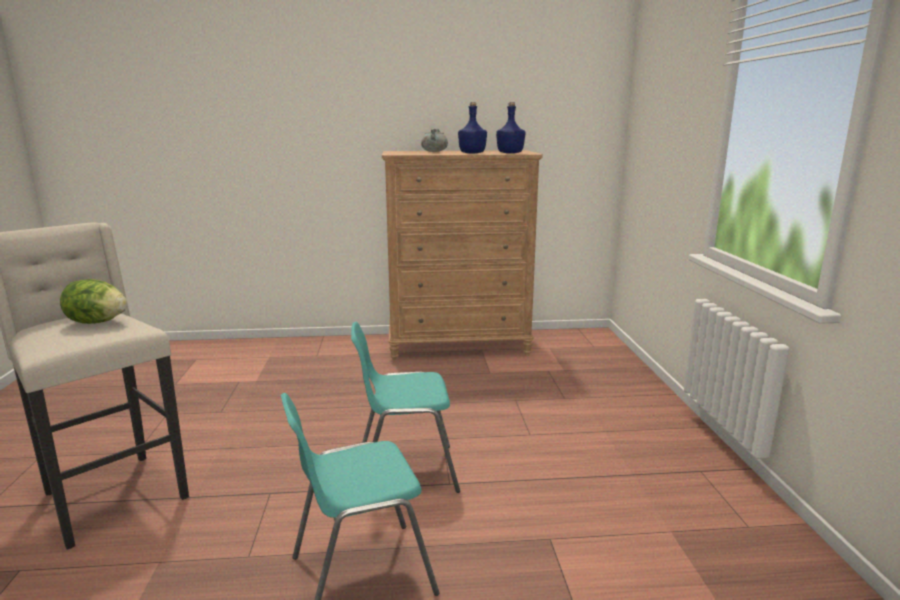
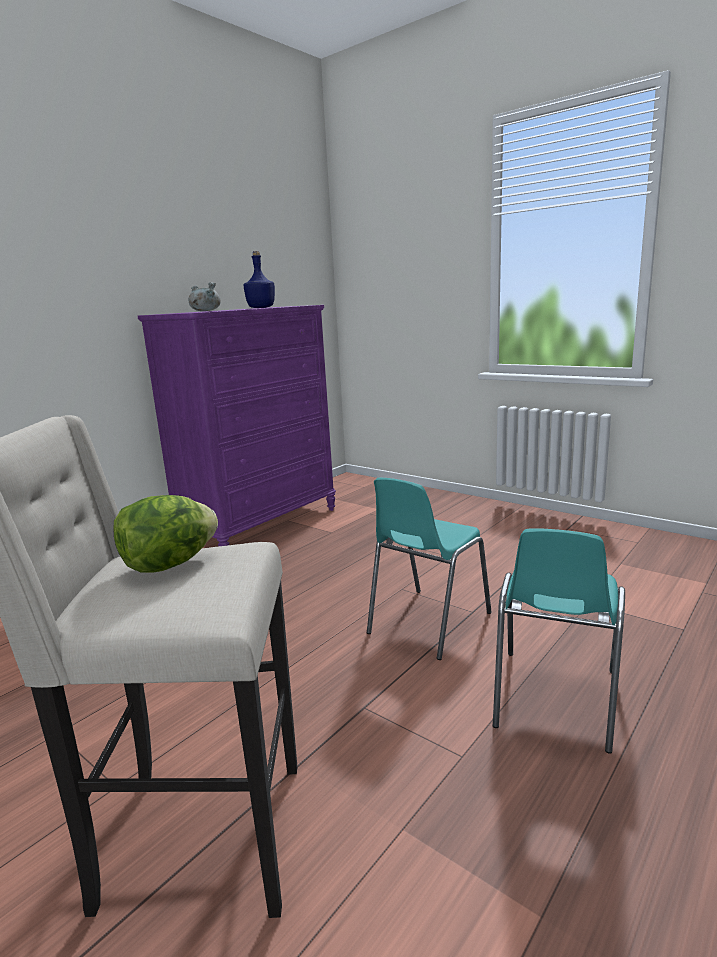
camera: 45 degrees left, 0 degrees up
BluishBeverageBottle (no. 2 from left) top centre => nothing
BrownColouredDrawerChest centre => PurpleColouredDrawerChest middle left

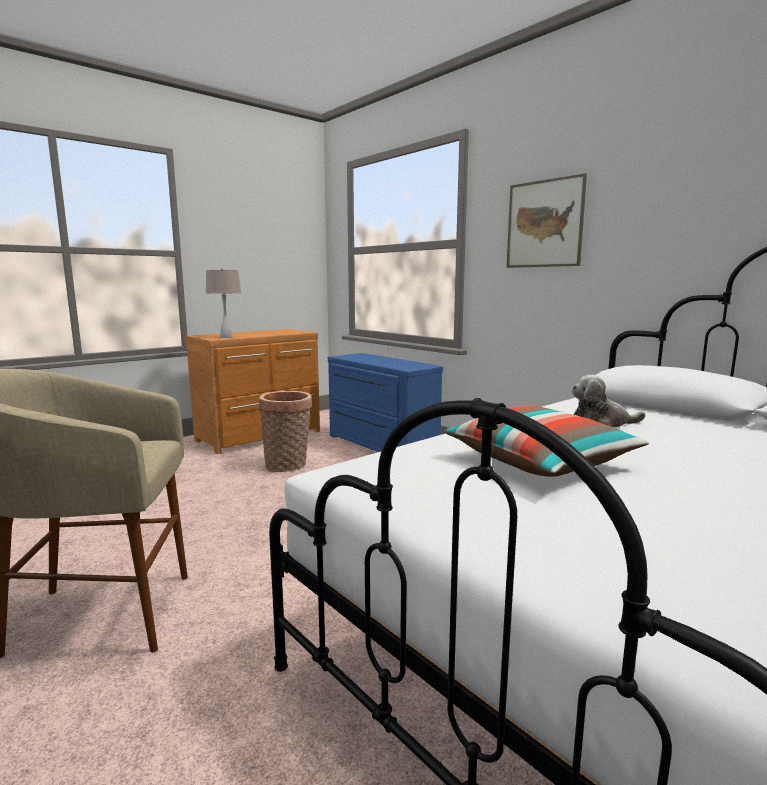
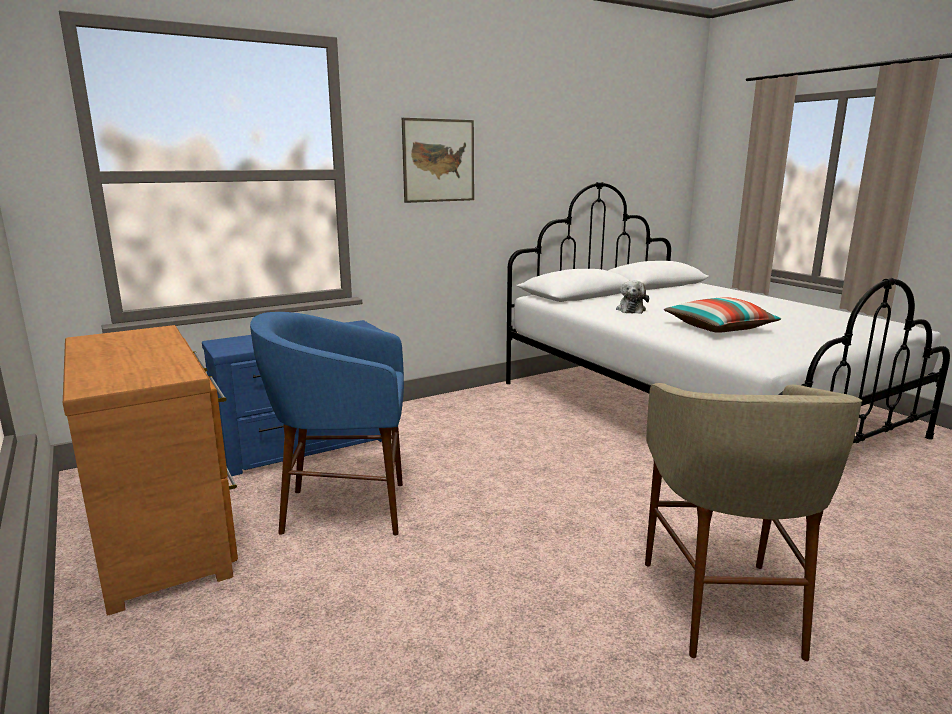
camera: 80 degrees left, 5 degrees up
BeigeColouredTableLamp middle left => nothing
Basket centre => BluishStool centre

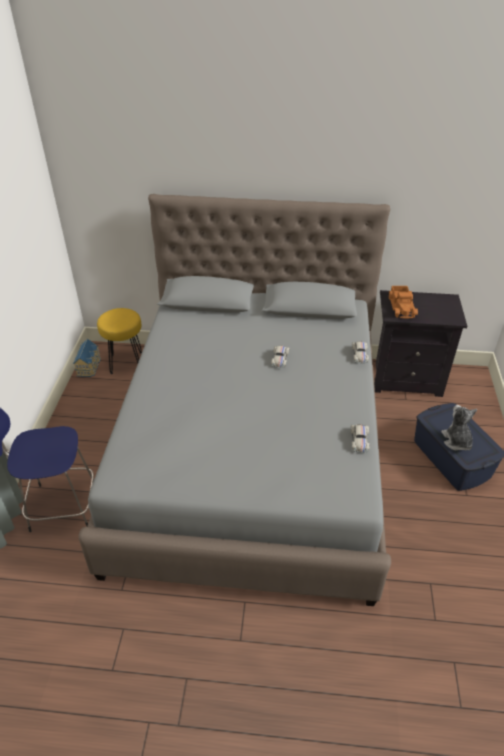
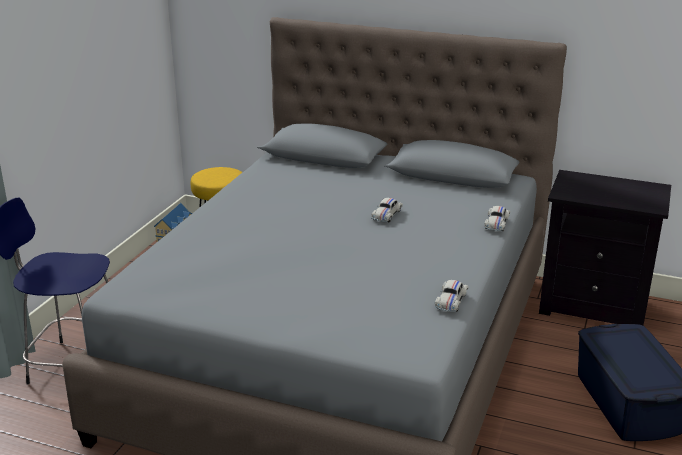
camera: 15 degrees right, 15 degrees down
ToyLorry middle right => nothing
SoftToy middle right => nothing

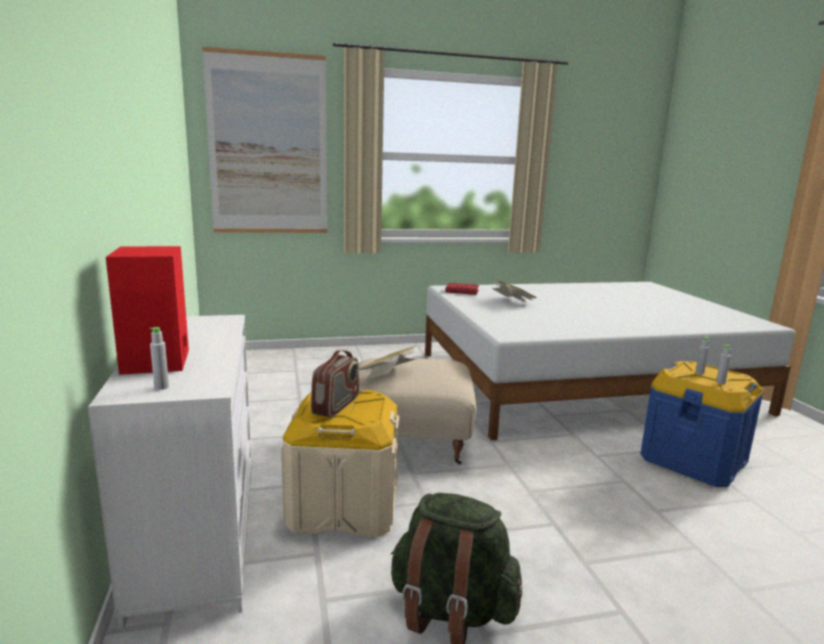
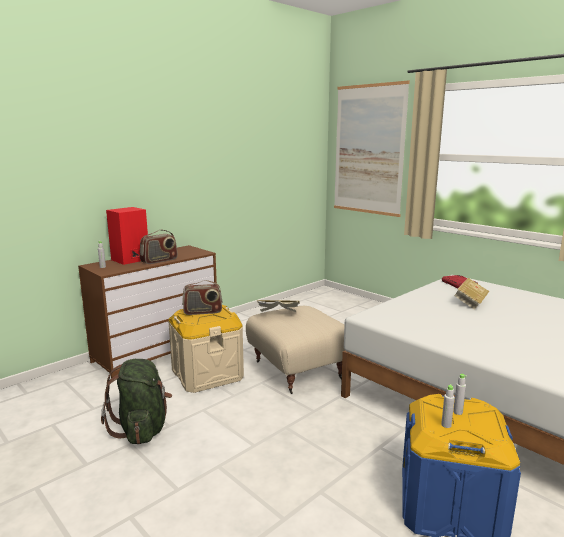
camera: 60 degrees right, 0 degrees up
nothing => RadioReceiver (no. 1 from left) middle left
WhiteColouredDrawerChest bottom left => BrownColouredDrawerChest middle left

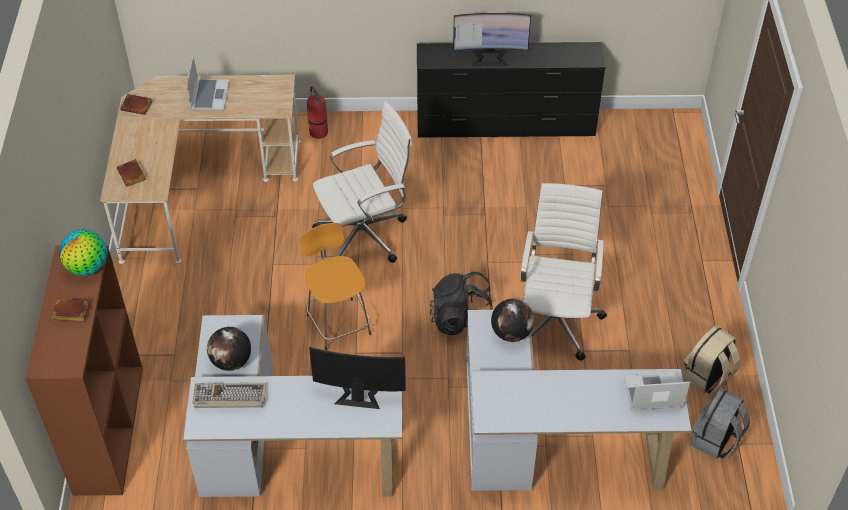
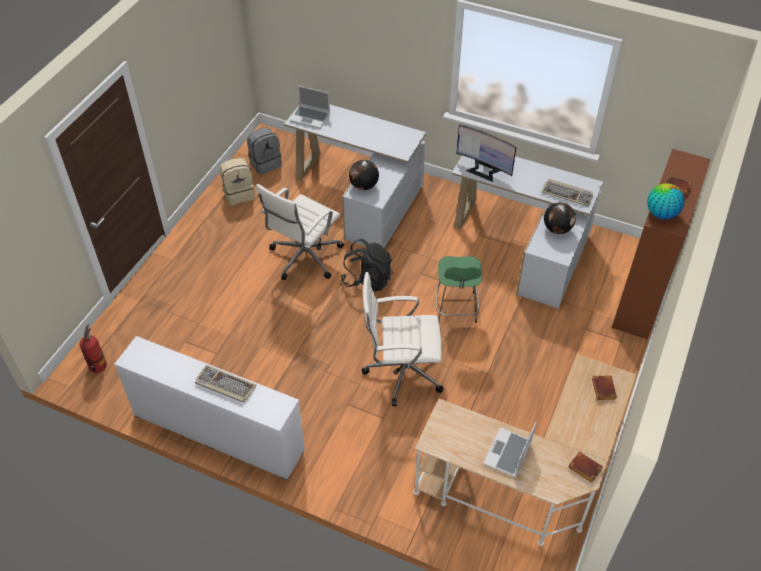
camera: 155 degrees left, 0 degrees up
FireFightingCylinder top centre => FireFightingCylinder middle left, shifted
ComputerDisplay (no. 2 from left) top centre => ComputerKeyboard (no. 1 from left) bottom left
OrangeyStool centre => GreenishStool centre
BlackDrawerChest top centre => WhiteColouredDrawerChest bottom left

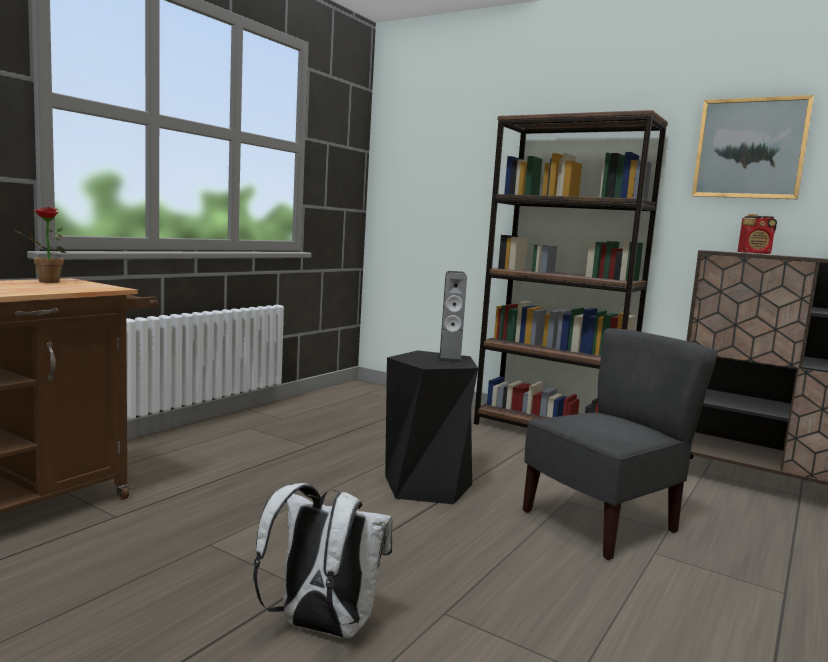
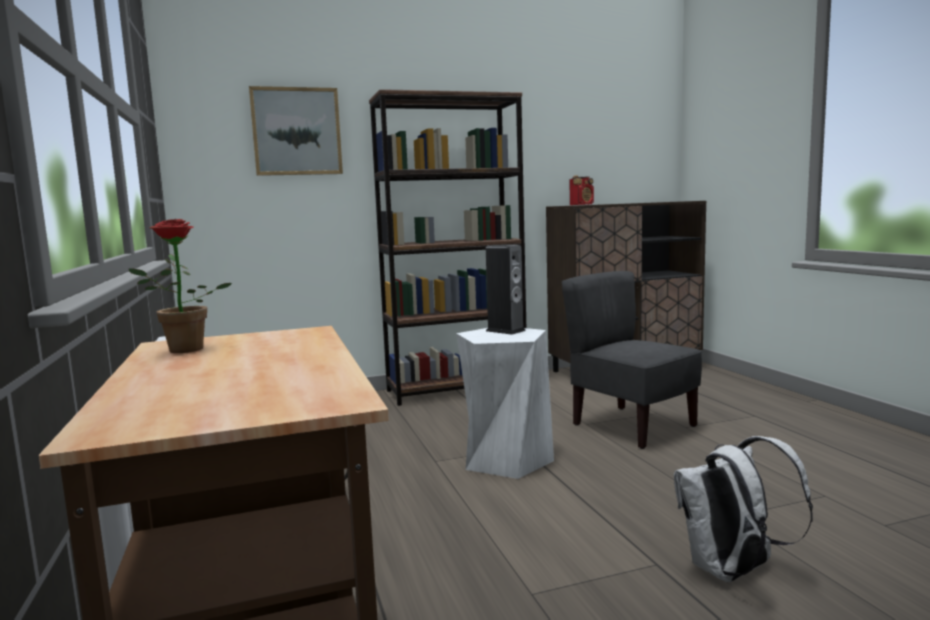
camera: 50 degrees left, 0 degrees up
WallArt top right => WallArt top left, shifted
BlackStool centre => WhiteColouredStool centre
GreyUprightChair bottom right => GreyUprightChair middle right, 45 degrees counterclockwise

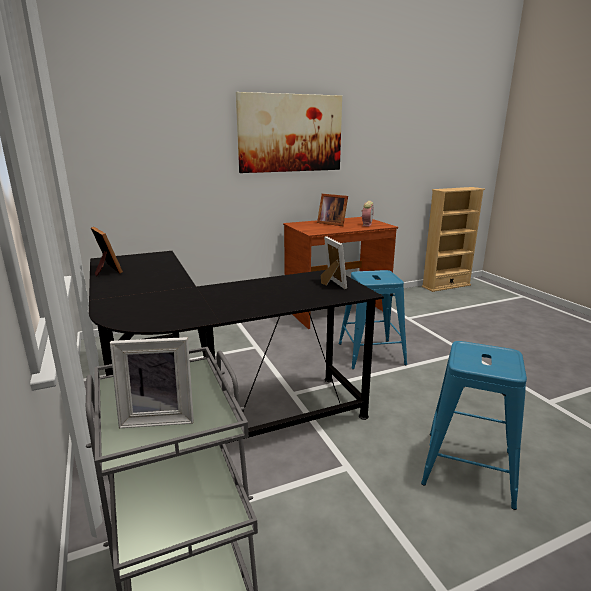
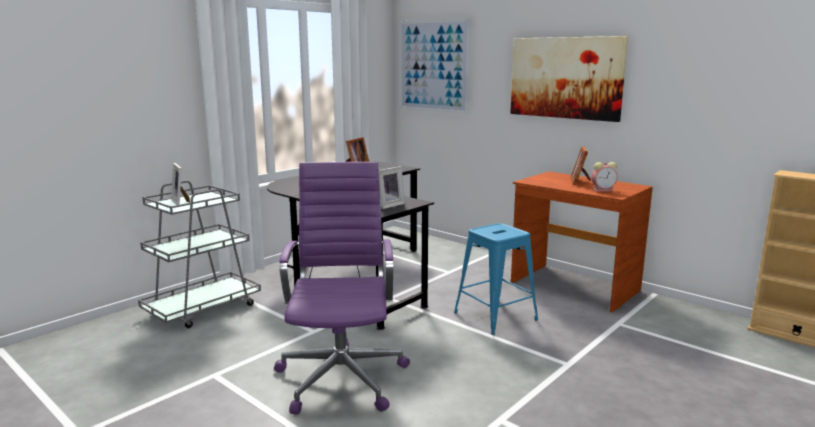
camera: 65 degrees right, 5 degrees down
nothing => WallArt (no. 1 from left) top centre
BluishStool (no. 2 from left) bottom right => PurpleColouredComputerChair bottom centre

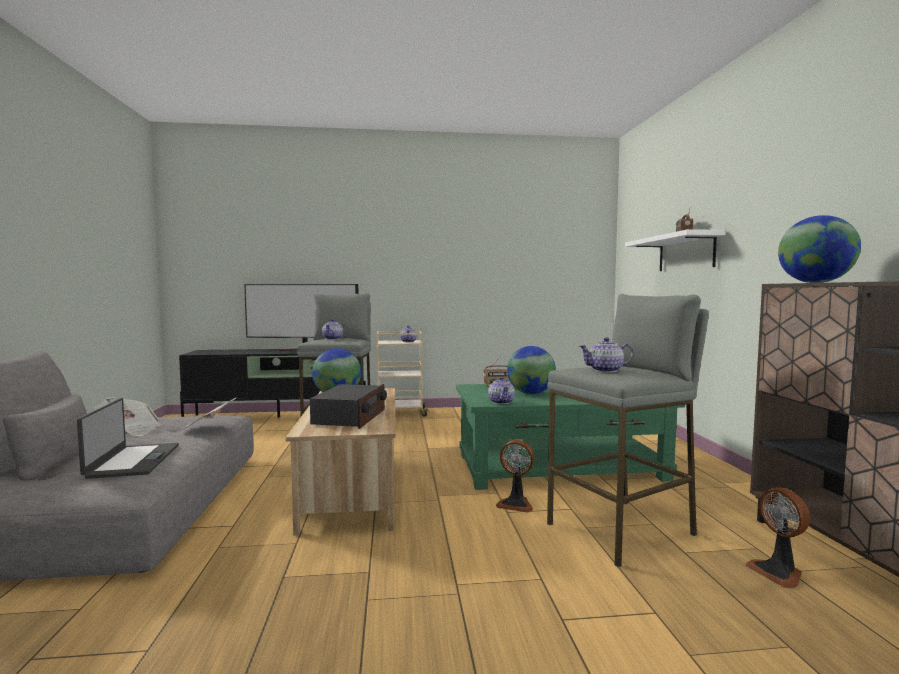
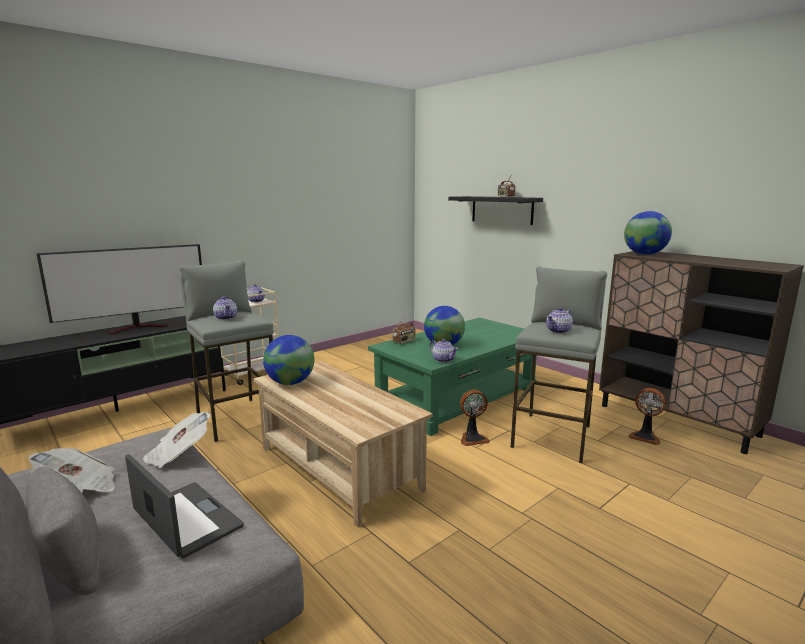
camera: 35 degrees left, 10 degrees up
RadioReceiver (no. 1 from left) centre => nothing
WhiteColouredBracketShelf middle right => BlackBracketShelf top centre

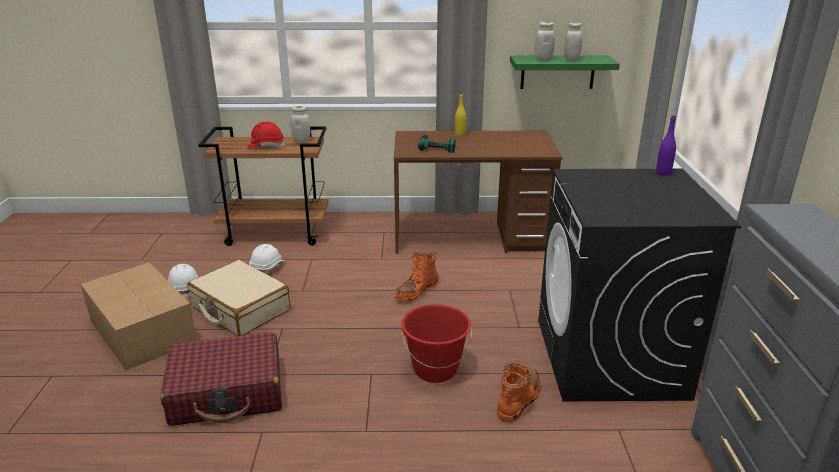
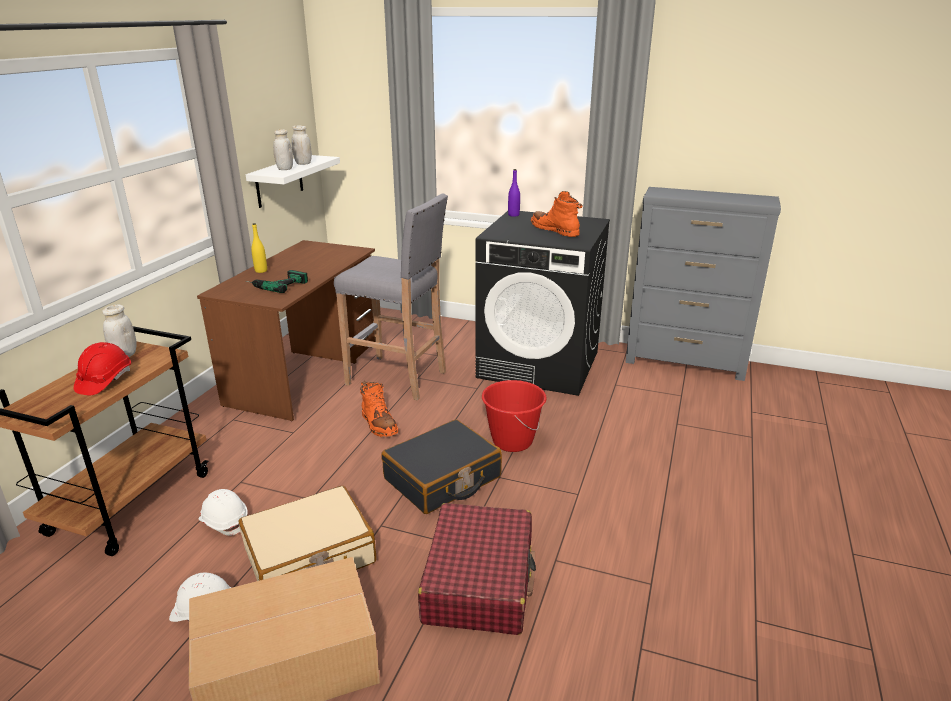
camera: 70 degrees left, 0 degrees up
nothing => GreyStool centre
nothing => BlackTravelCase centre
OrangeyBoot (no. 2 from left) bottom centre => OrangeyBoot (no. 2 from left) top centre, shifted
GreenishBracketShelf top right => WhiteColouredBracketShelf top left

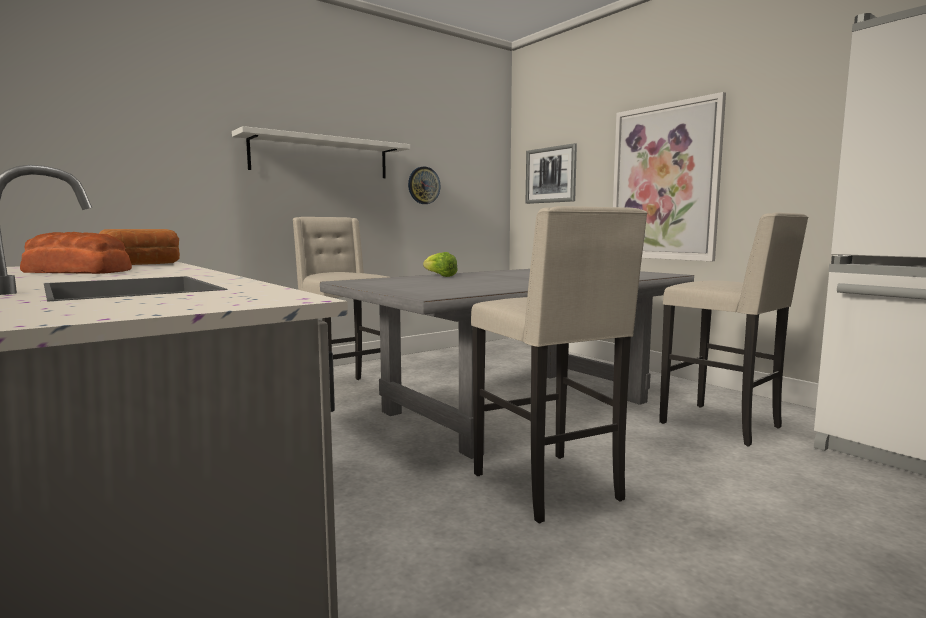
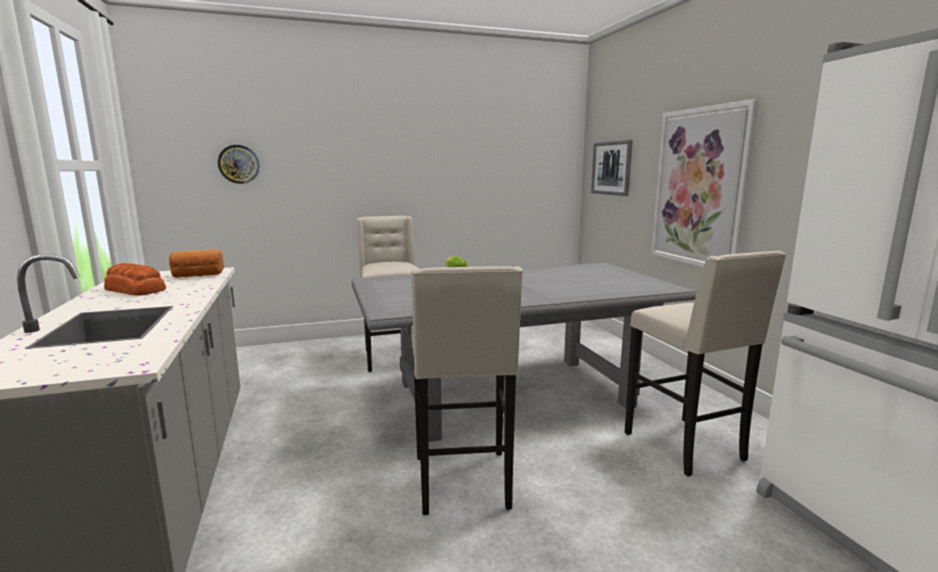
camera: 20 degrees right, 5 degrees up
WhiteColouredBracketShelf top centre => nothing
HangingClock top centre => HangingClock top left, shifted

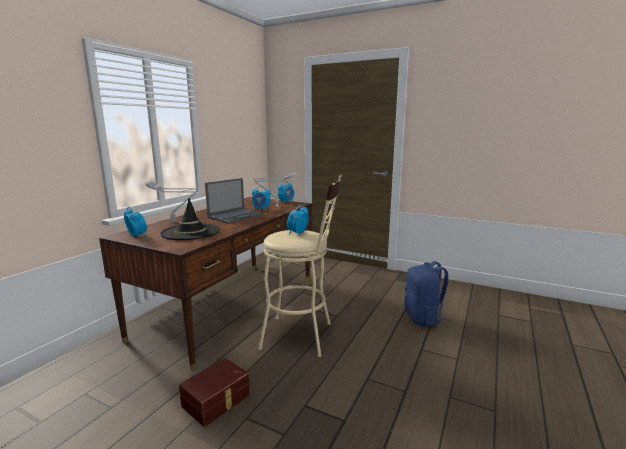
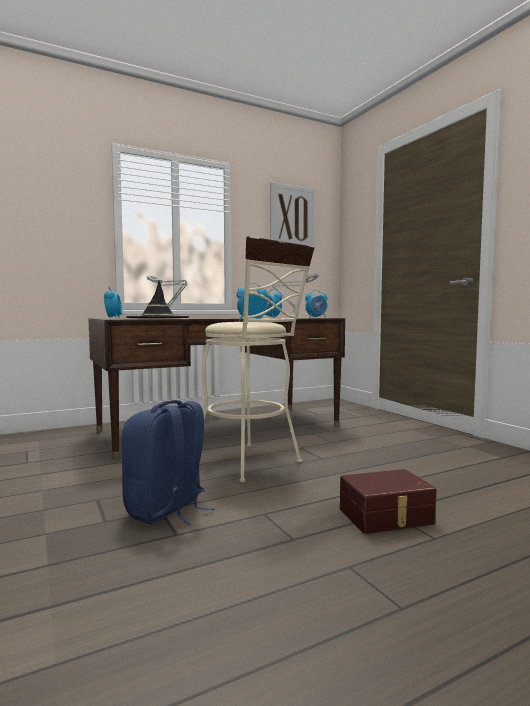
camera: 35 degrees right, 10 degrees down
PortableComputer centre => nothing
nothing => WallArt top centre
BrownColouredStorageContainer bottom centre => BrownColouredStorageContainer bottom right, shifted
BluishBackpack middle right => BluishBackpack middle left, shifted

